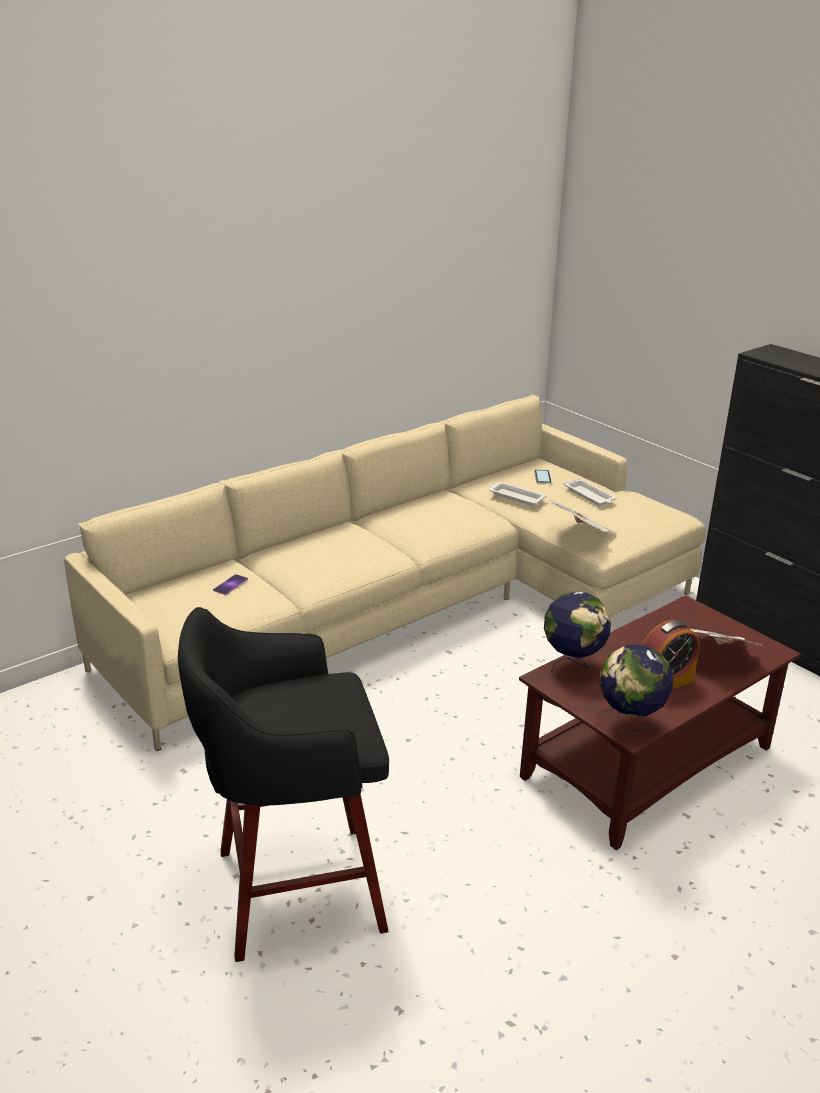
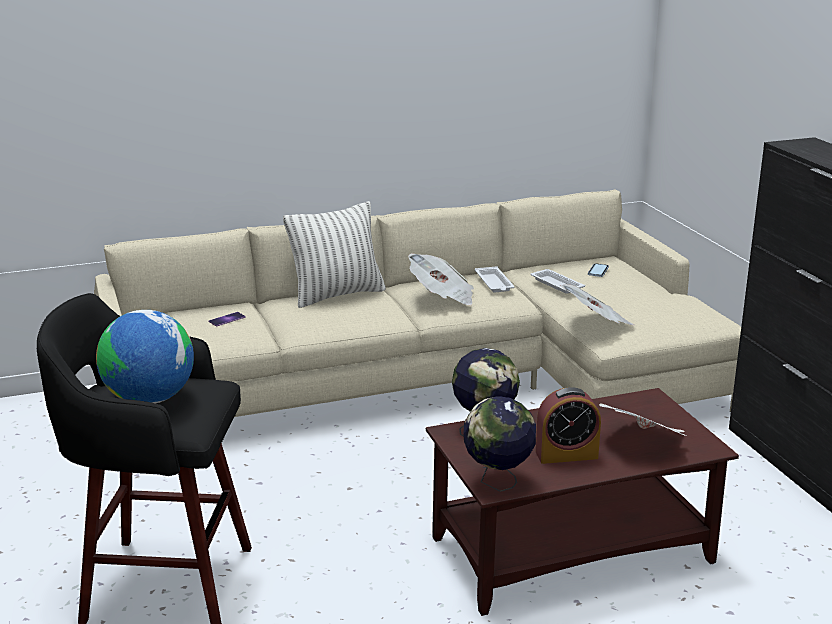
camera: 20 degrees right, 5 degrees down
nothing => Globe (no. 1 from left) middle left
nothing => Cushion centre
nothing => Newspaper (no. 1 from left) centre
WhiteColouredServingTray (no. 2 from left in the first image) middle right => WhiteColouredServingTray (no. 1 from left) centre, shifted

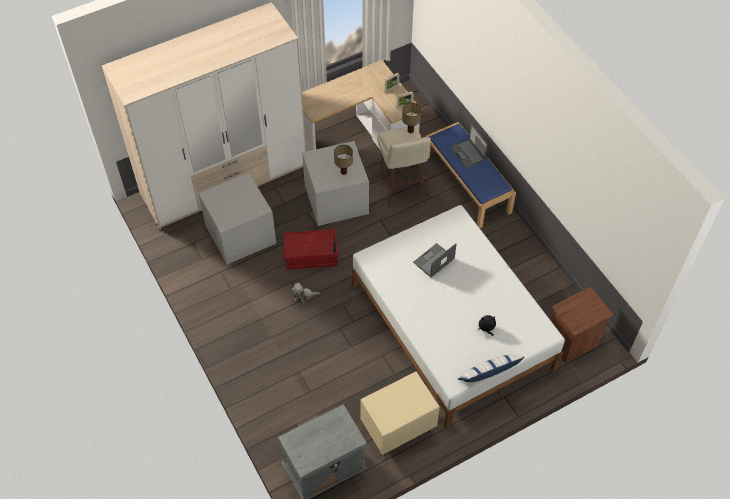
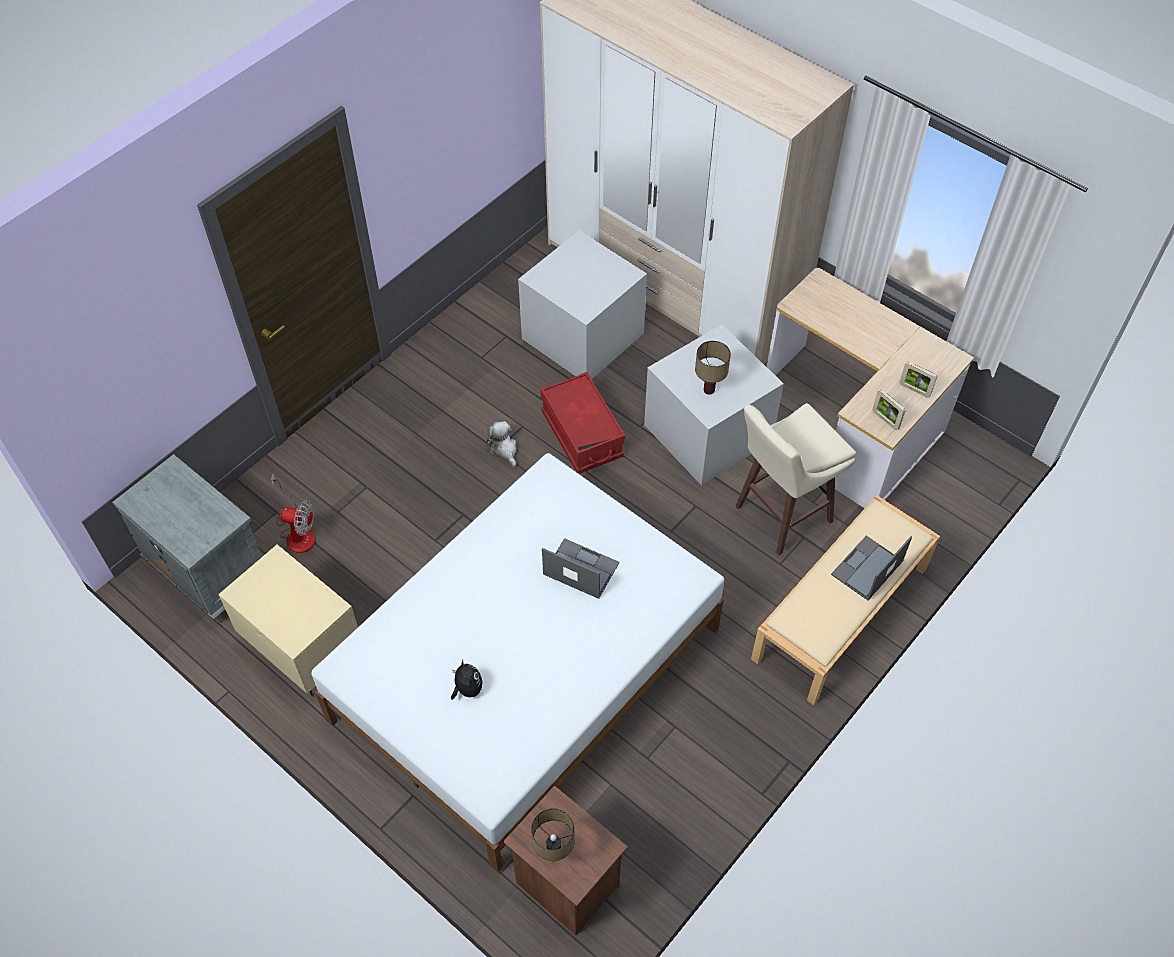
camera: 70 degrees right, 0 degrees up
Cushion bottom right => nothing
nothing => CoolingFan middle left
TableLamp (no. 2 from left in the first image) top centre => TableLamp (no. 1 from left) bottom centre, shifted
BluishBench centre => BeigeColouredBench middle right

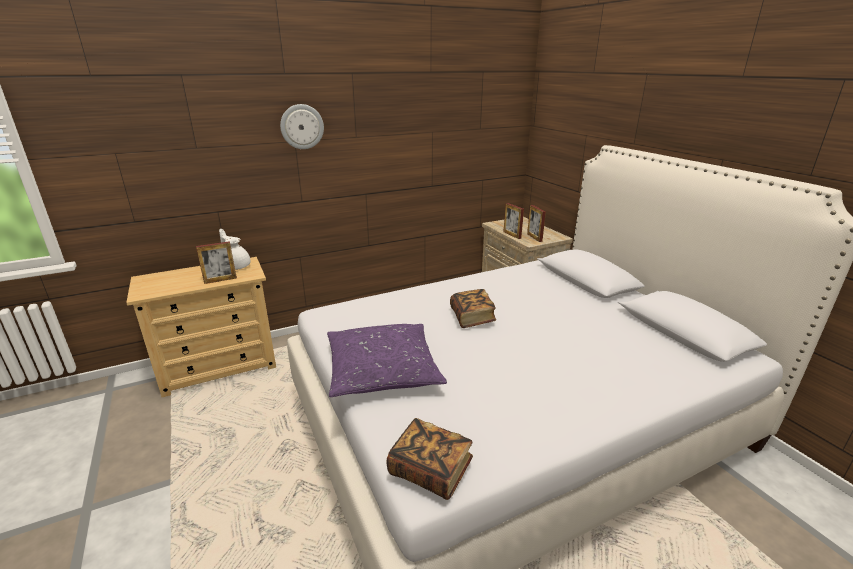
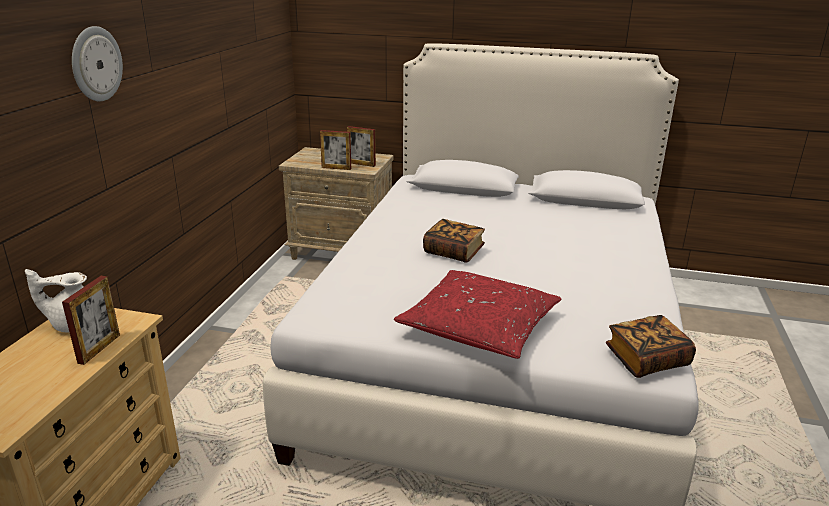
camera: 50 degrees left, 0 degrees up
PurpleColouredCushion centre => ReddishCushion centre

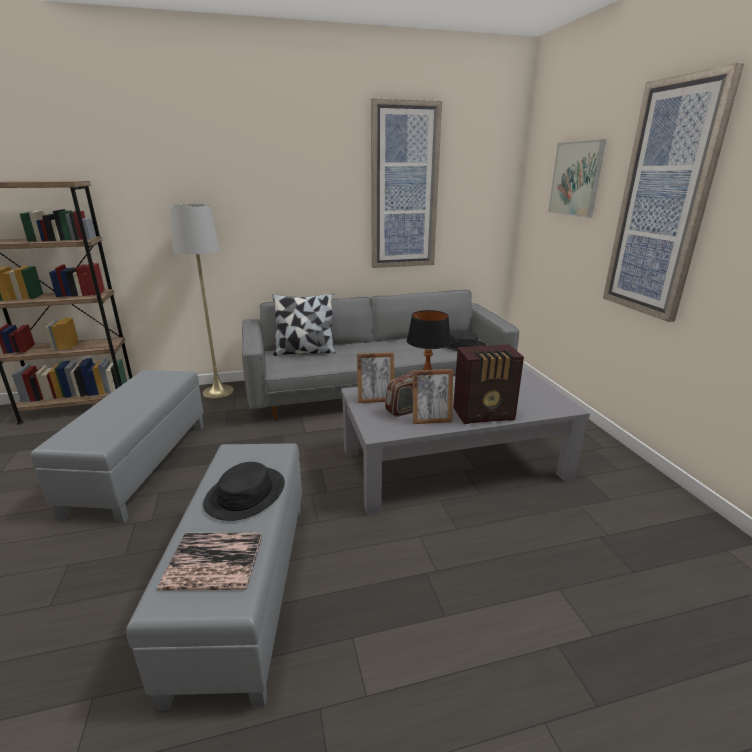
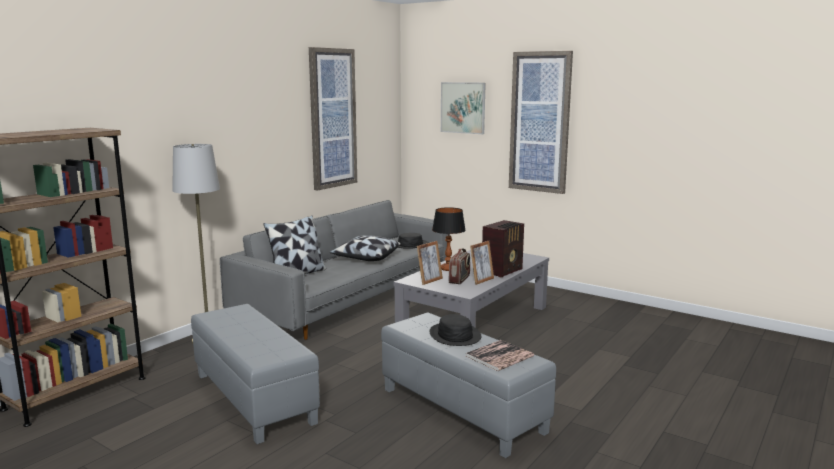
camera: 40 degrees left, 10 degrees down
nothing => Cushion (no. 2 from left) centre

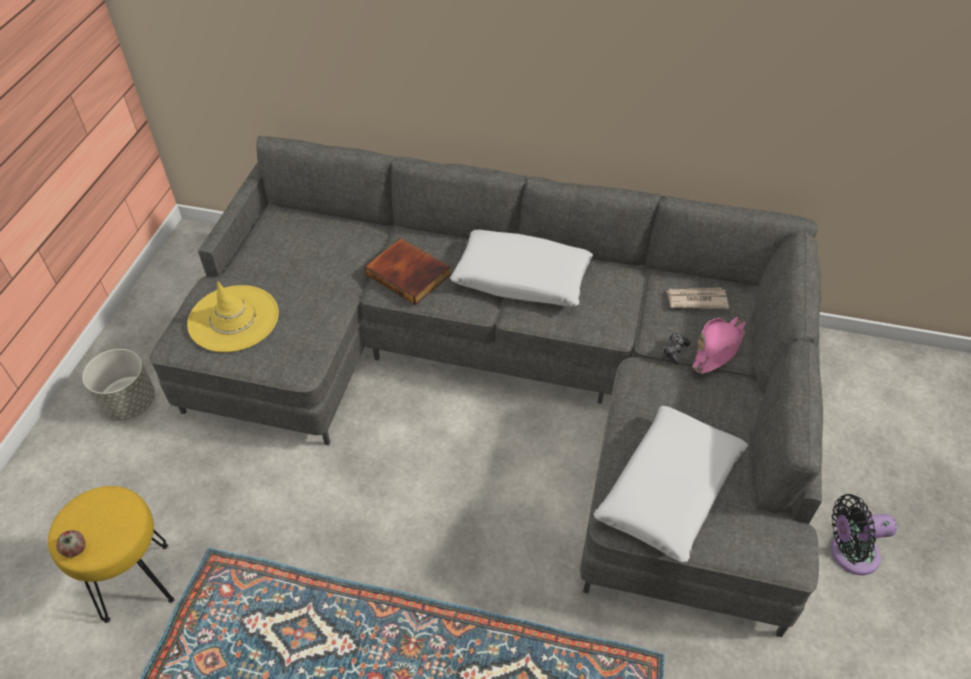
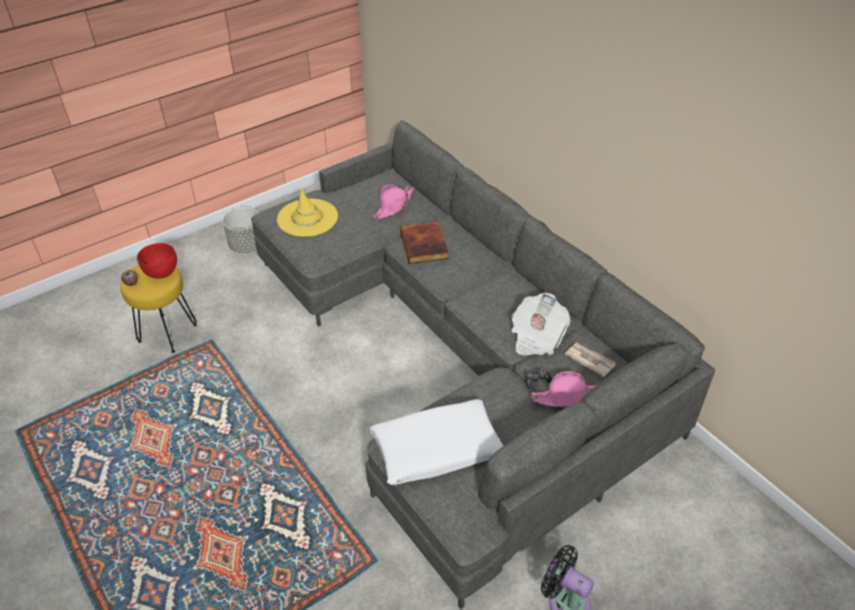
camera: 40 degrees right, 5 degrees down
WhiteColouredCushion (no. 1 from left) centre => nothing
nothing => ReddishBowl middle left
nothing => PinkHat (no. 1 from left) top centre
nothing => Newspaper (no. 1 from left) centre

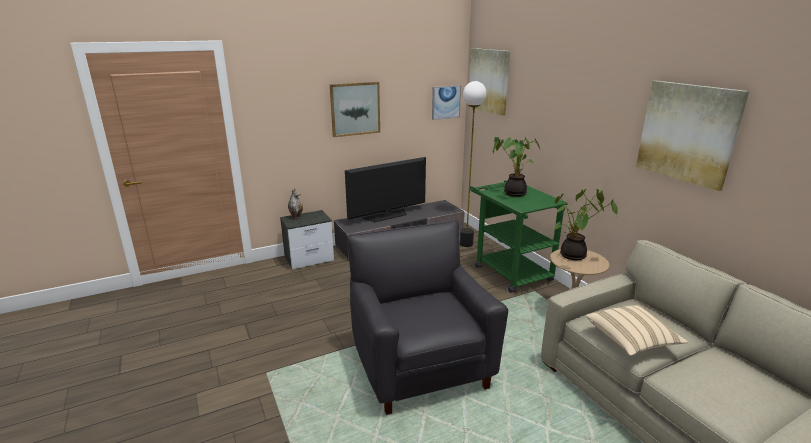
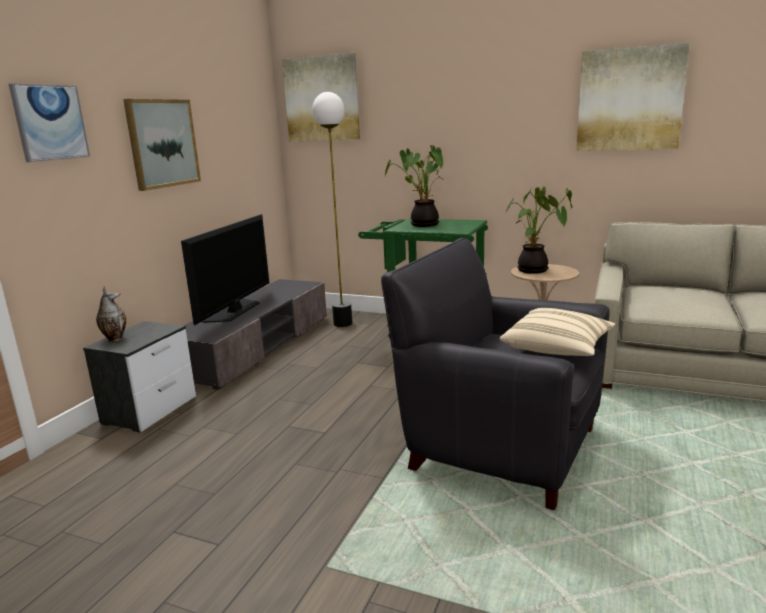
camera: 40 degrees left, 5 degrees down
WallArt (no. 2 from left in the first image) top centre => WallArt (no. 1 from left) top left, shifted
BeigeColouredCushion bottom right => BeigeColouredCushion middle right, shifted

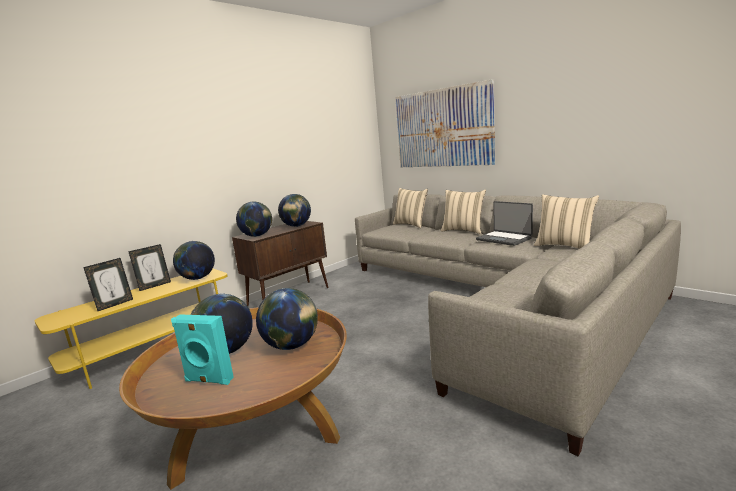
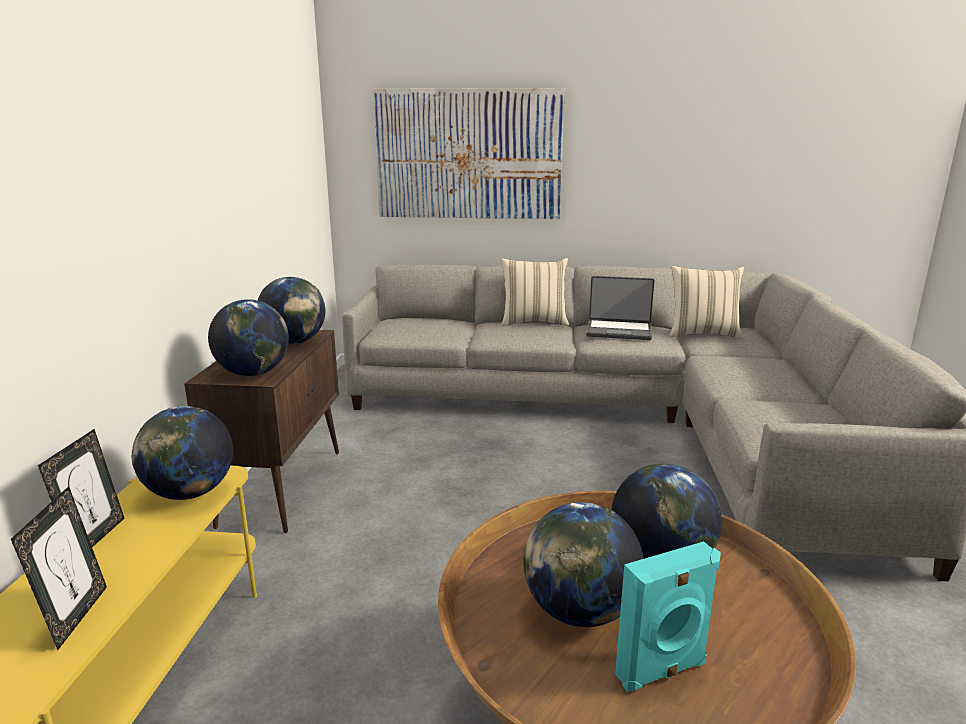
camera: 40 degrees left, 5 degrees up
BeigeColouredCushion (no. 1 from left) centre => nothing

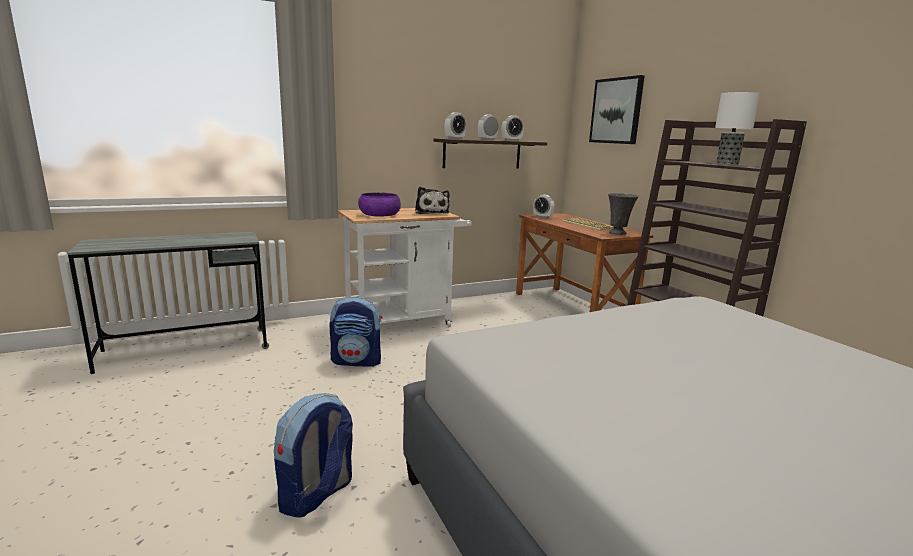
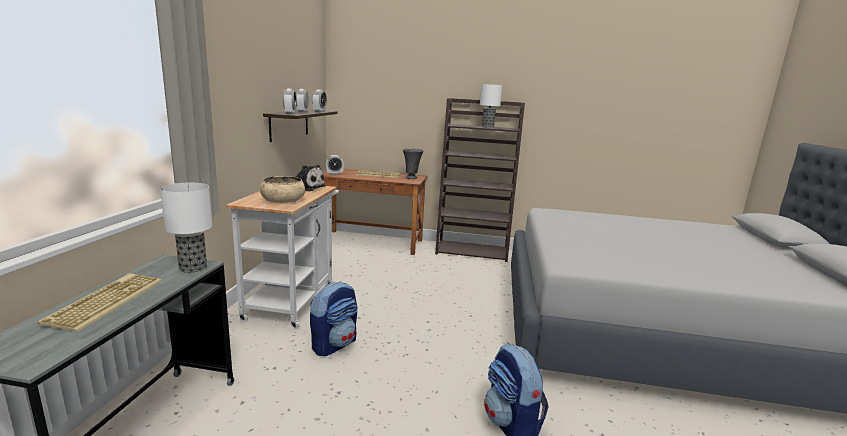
camera: 55 degrees left, 0 degrees up
WallArt top right => nothing
nothing => ComputerKeyboard (no. 1 from left) bottom left
nothing => TableLamp (no. 1 from left) middle left
PurpleColouredBowl centre => BeigeColouredBowl middle left

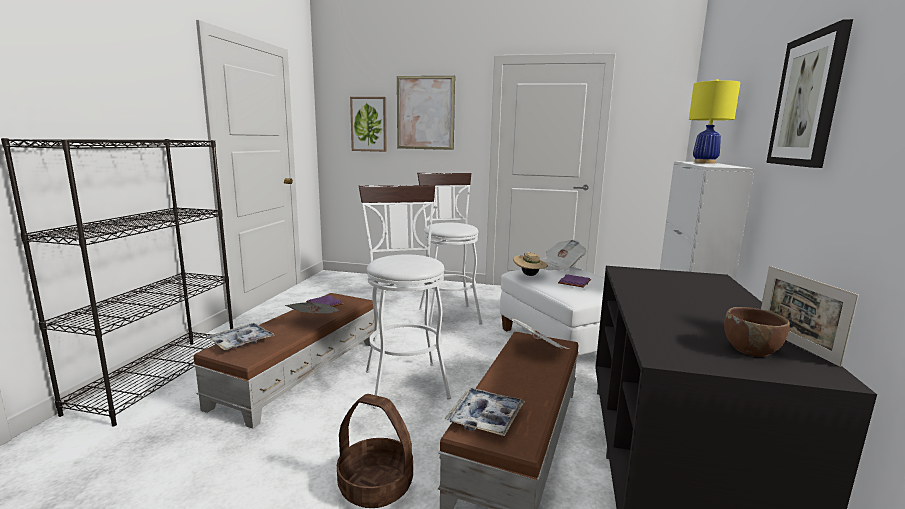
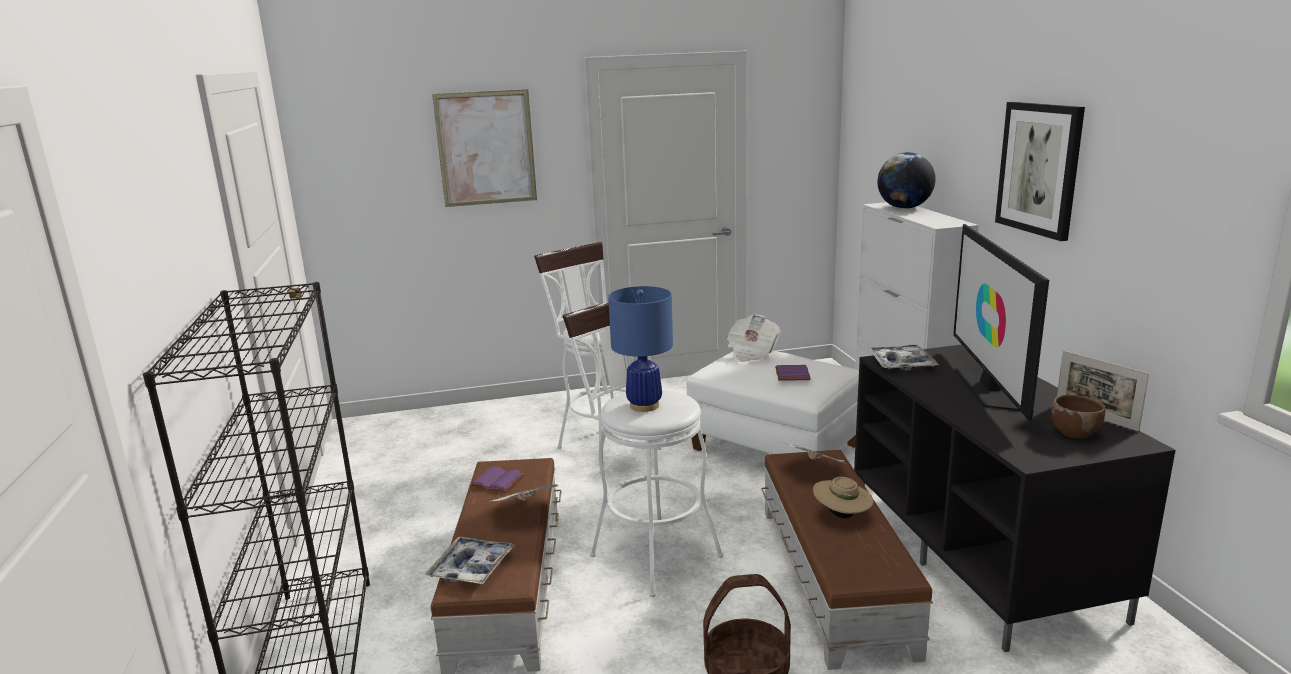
camera: 25 degrees left, 5 degrees up
WallArt (no. 1 from left) top centre => nothing
nothing => BluishTableLamp centre
nothing => Television middle right
ServingTray (no. 2 from left) bottom centre => ServingTray (no. 2 from left) middle right, shifted
BeigeColouredHat centre => BeigeColouredHat bottom centre, shifted
YellowishTableLamp top right => Globe top right

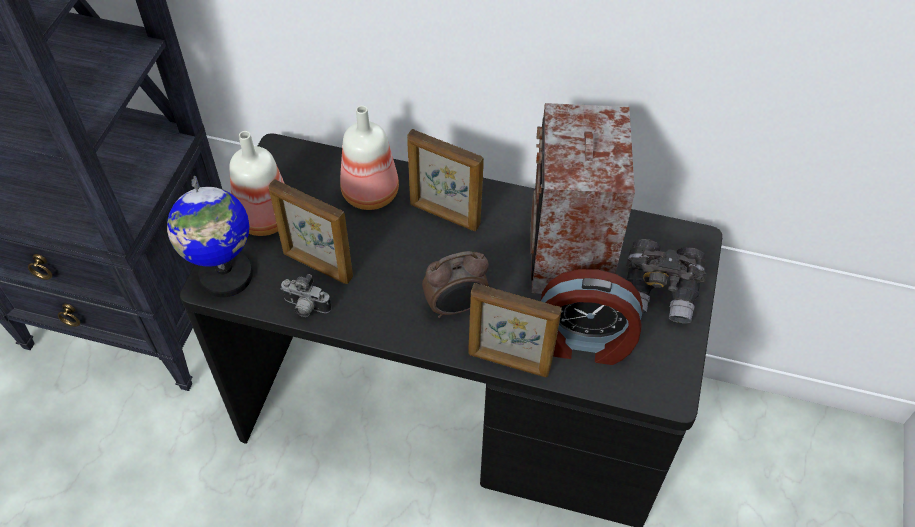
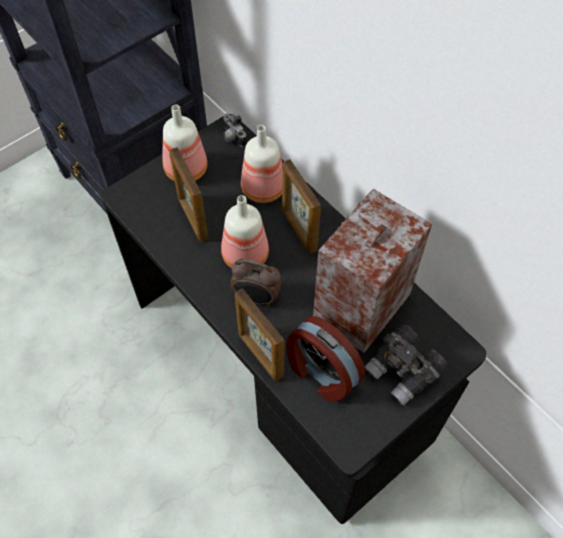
camera: 35 degrees right, 5 degrees up
Globe middle left => nothing
nothing => BeverageBottle (no. 2 from left) centre
StillCamera centre => StillCamera top centre, shifted

